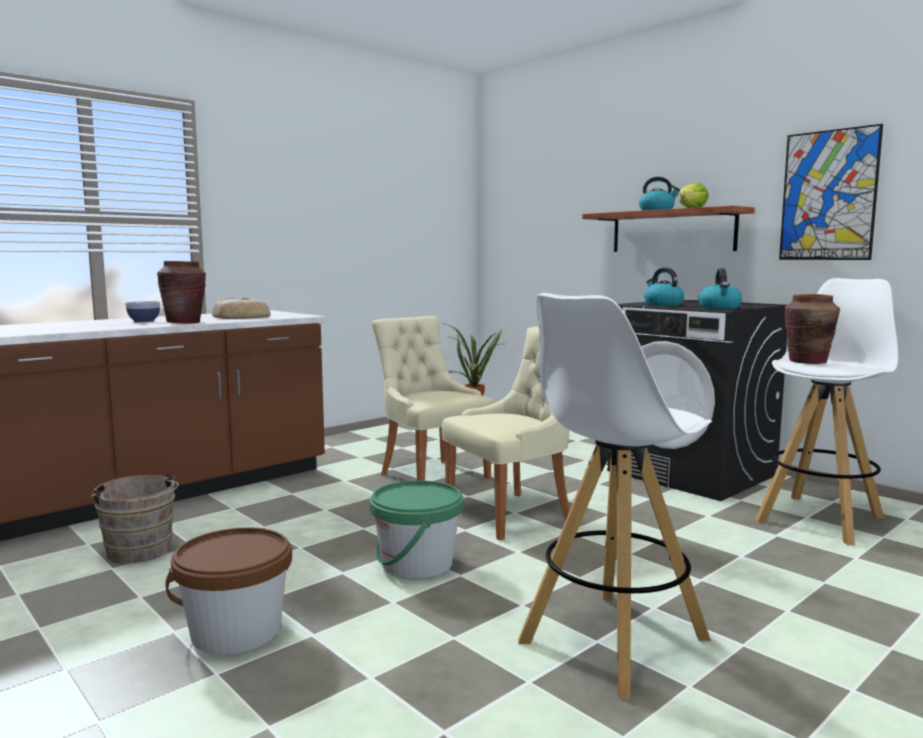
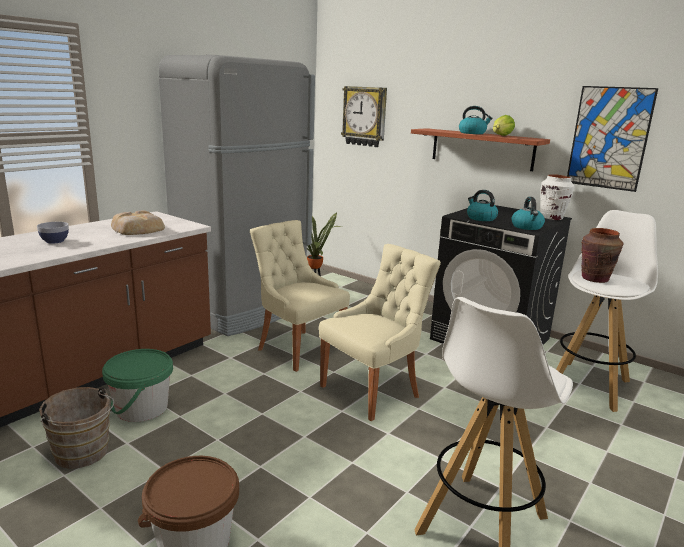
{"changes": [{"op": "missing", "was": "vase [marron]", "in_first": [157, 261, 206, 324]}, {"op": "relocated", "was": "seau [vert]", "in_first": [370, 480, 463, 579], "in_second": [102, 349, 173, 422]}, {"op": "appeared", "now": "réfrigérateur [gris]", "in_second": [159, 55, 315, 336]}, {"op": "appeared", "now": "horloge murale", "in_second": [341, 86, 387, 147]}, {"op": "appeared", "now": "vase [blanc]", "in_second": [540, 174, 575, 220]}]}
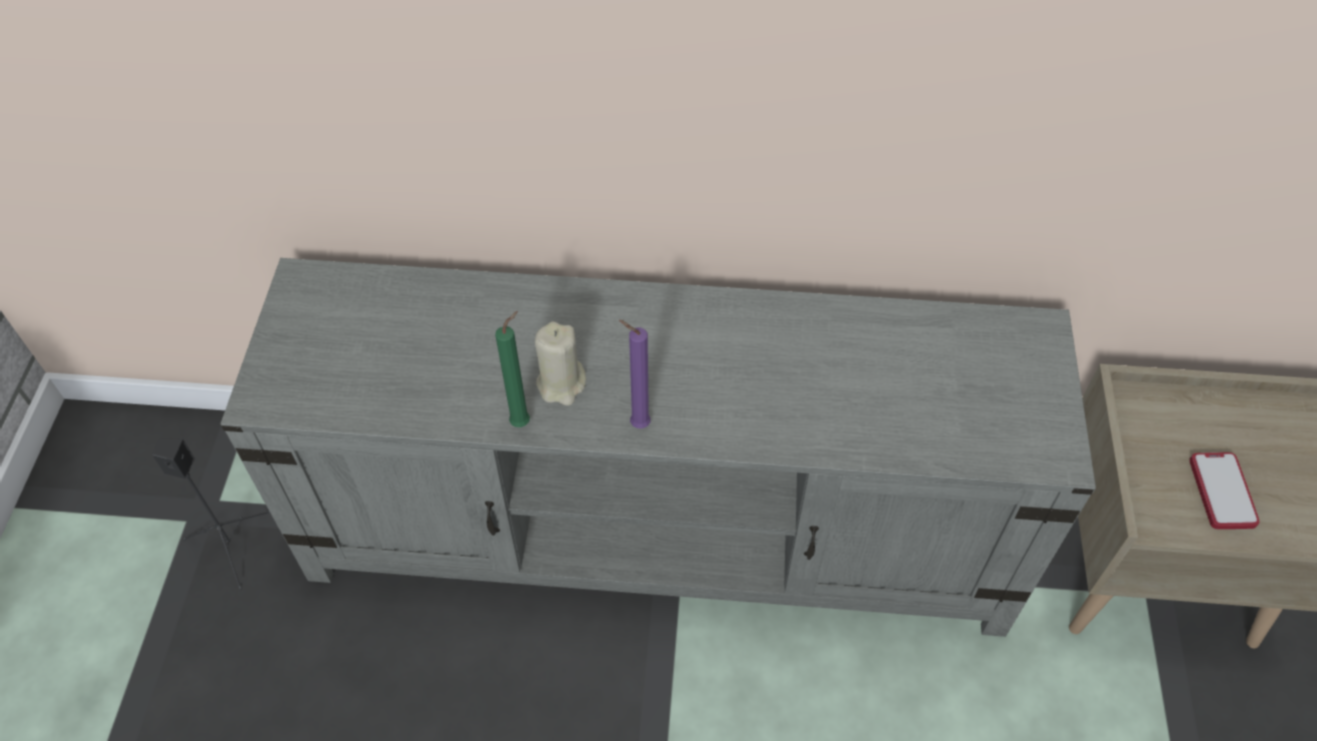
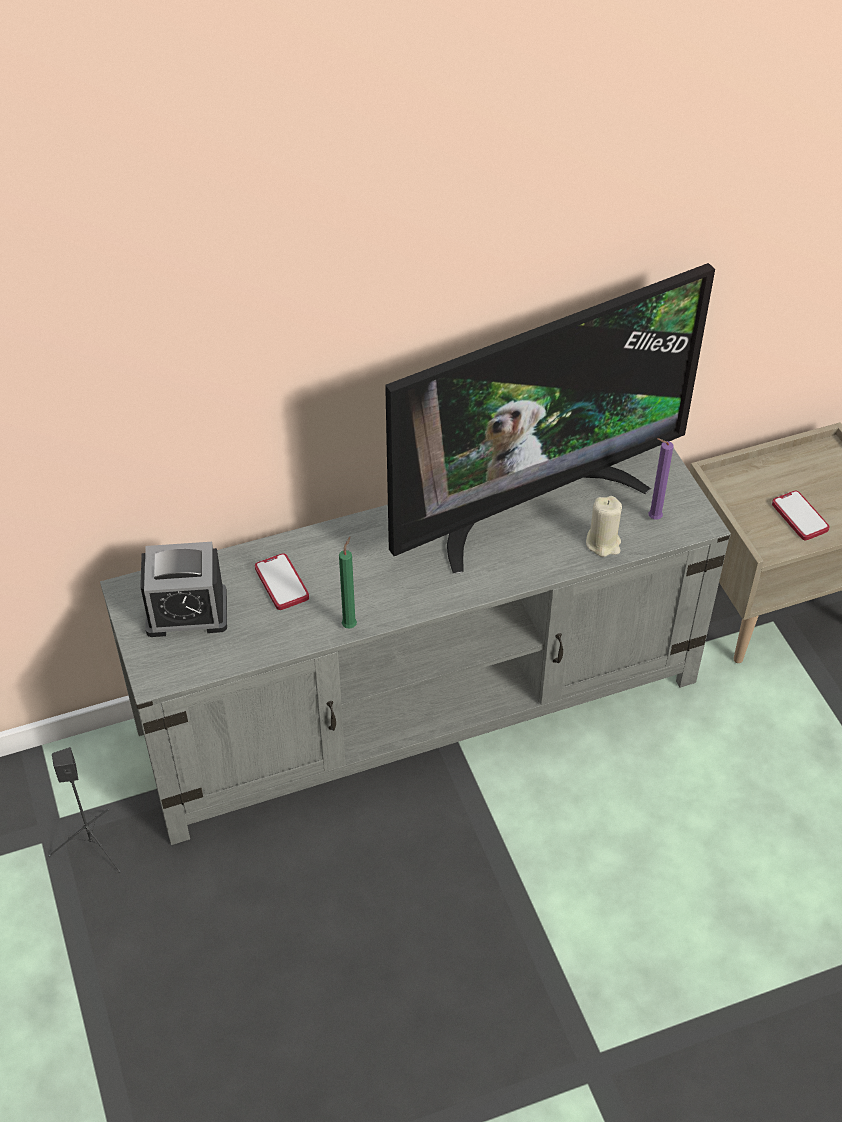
{"changes": [{"op": "relocated", "was": "bougie [violet]", "in_first": [619, 320, 651, 428], "in_second": [649, 438, 673, 520]}, {"op": "relocated", "was": "bougie [beige]", "in_first": [535, 322, 586, 406], "in_second": [586, 496, 622, 557]}, {"op": "appeared", "now": "téléviseur", "in_second": [385, 263, 715, 574]}, {"op": "appeared", "now": "réveil", "in_second": [140, 542, 227, 637]}, {"op": "appeared", "now": "téléphone", "in_second": [255, 553, 309, 610]}]}
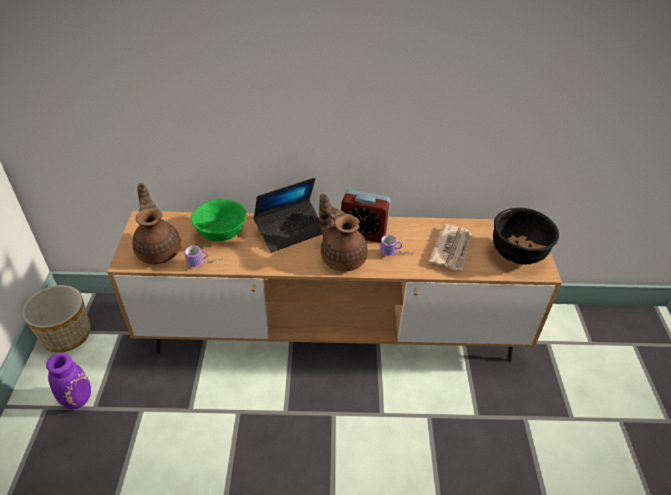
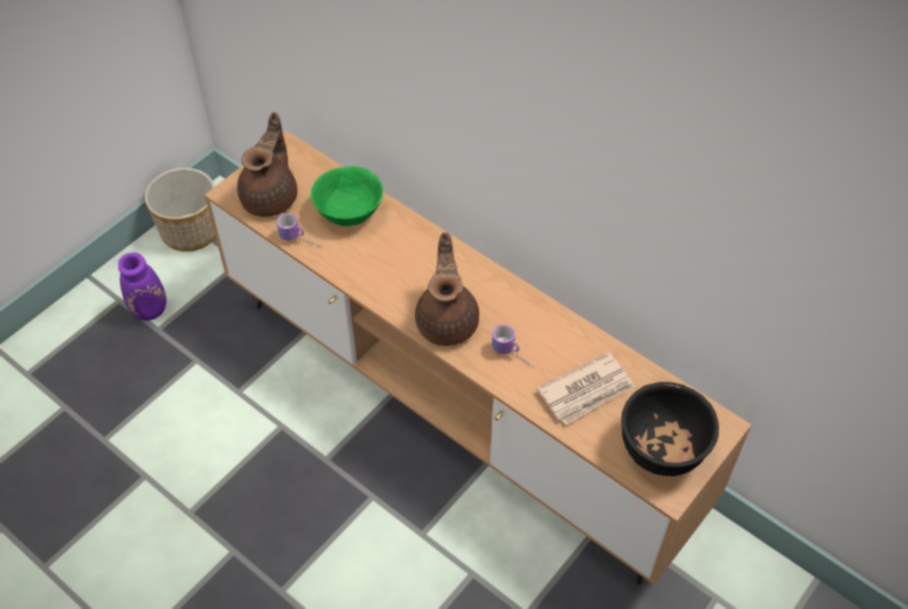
{"changes": [{"op": "missing", "was": "ordinateur portable", "in_first": [253, 178, 322, 253]}, {"op": "missing", "was": "réveil", "in_first": [341, 189, 391, 243]}]}
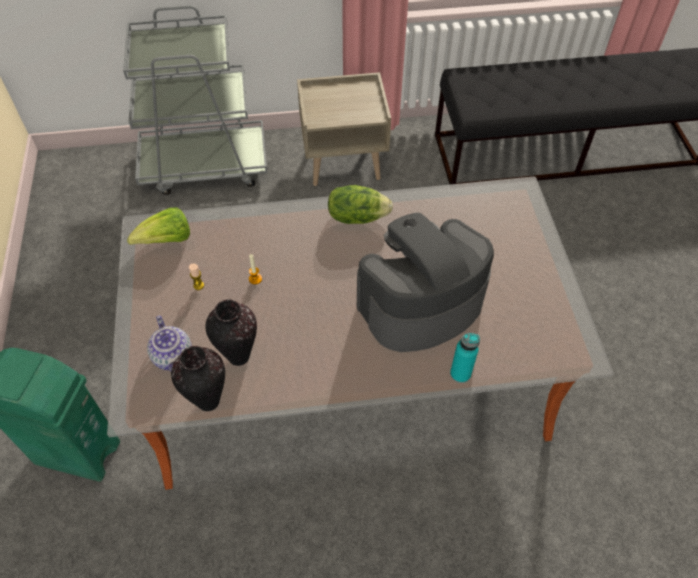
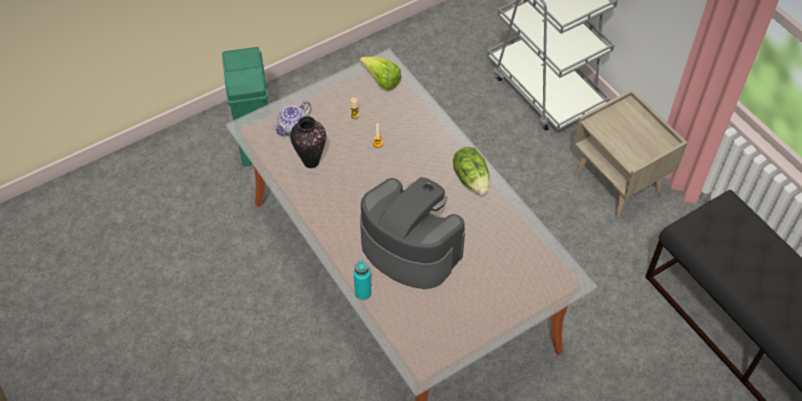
{"changes": [{"op": "missing", "was": "vase", "in_first": [171, 346, 225, 411]}]}
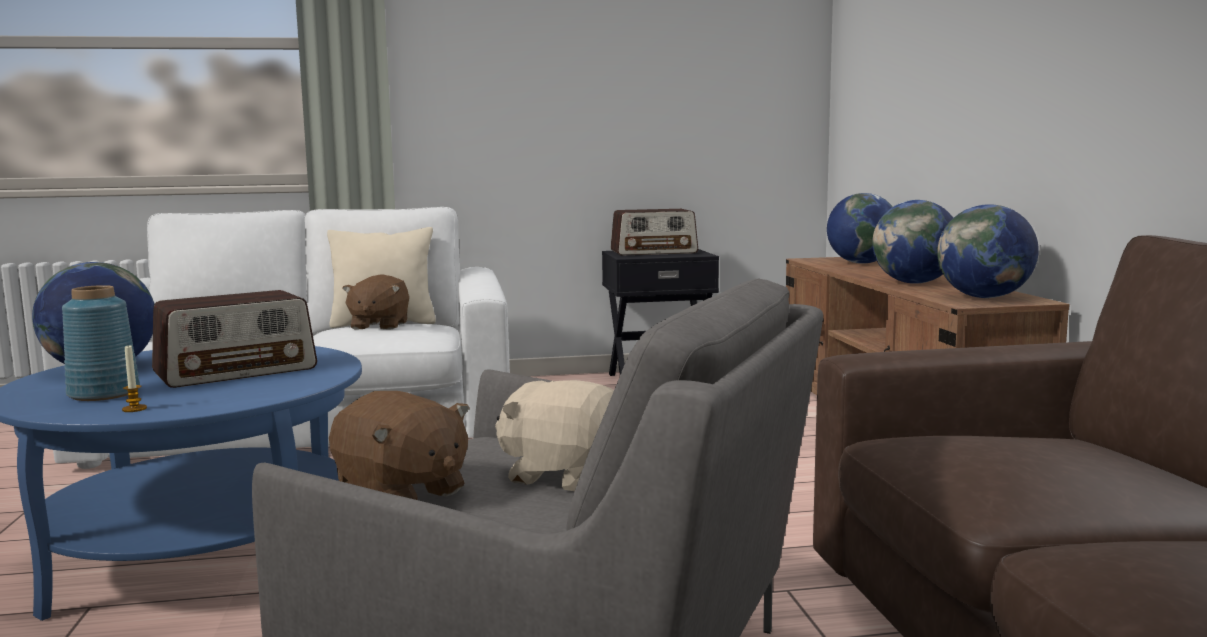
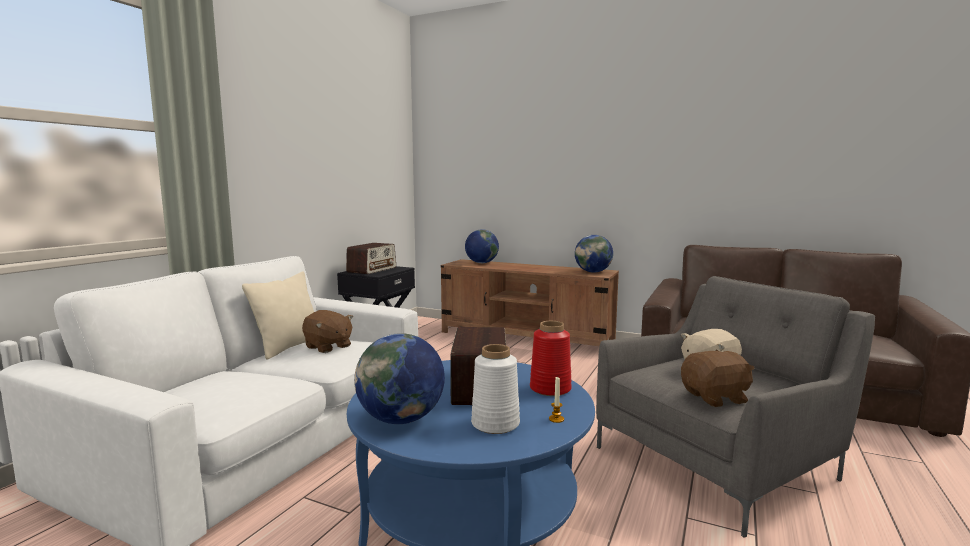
{"changes": [{"op": "missing", "was": "globe", "in_first": [872, 200, 953, 284]}, {"op": "colour", "was": "vase [bleu]", "now": "vase [blanc]", "in_first": [62, 285, 140, 401], "in_second": [471, 344, 520, 434]}, {"op": "appeared", "now": "vase [rouge]", "in_second": [530, 321, 572, 396]}]}
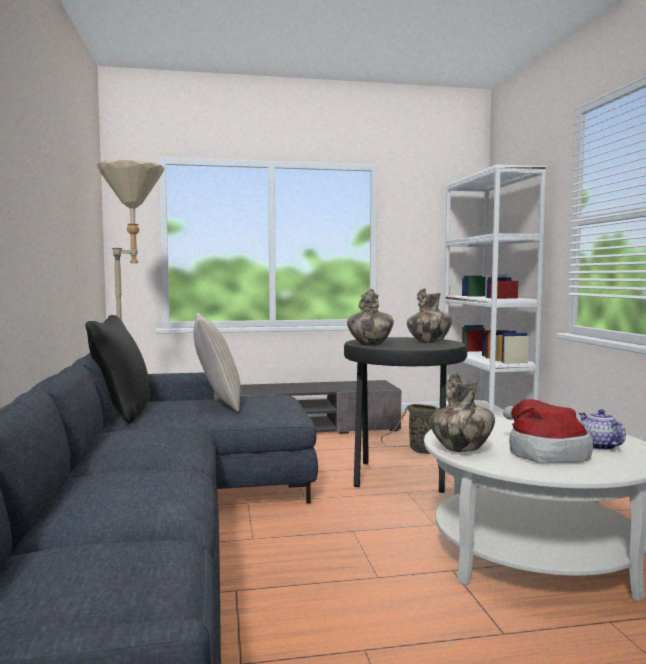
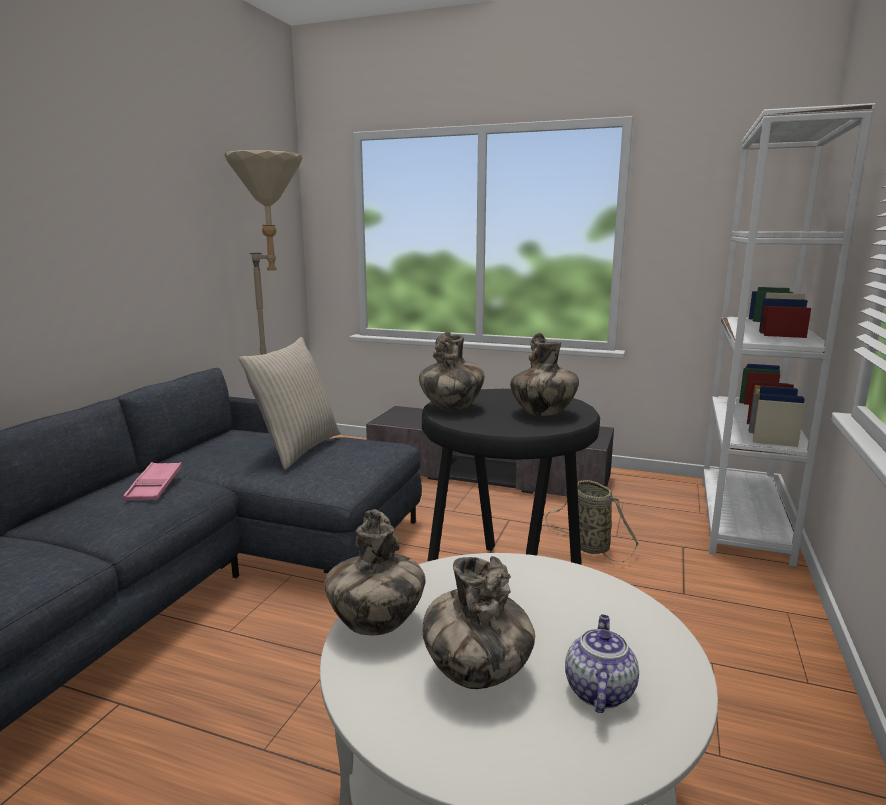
{"changes": [{"op": "missing", "was": "coussin [noir]", "in_first": [85, 315, 150, 424]}, {"op": "exchanged", "was": "chapeau", "now": "vase", "in_first": [503, 399, 593, 463], "in_second": [423, 556, 535, 689]}, {"op": "appeared", "now": "plateau [rose]", "in_second": [123, 462, 182, 501]}]}
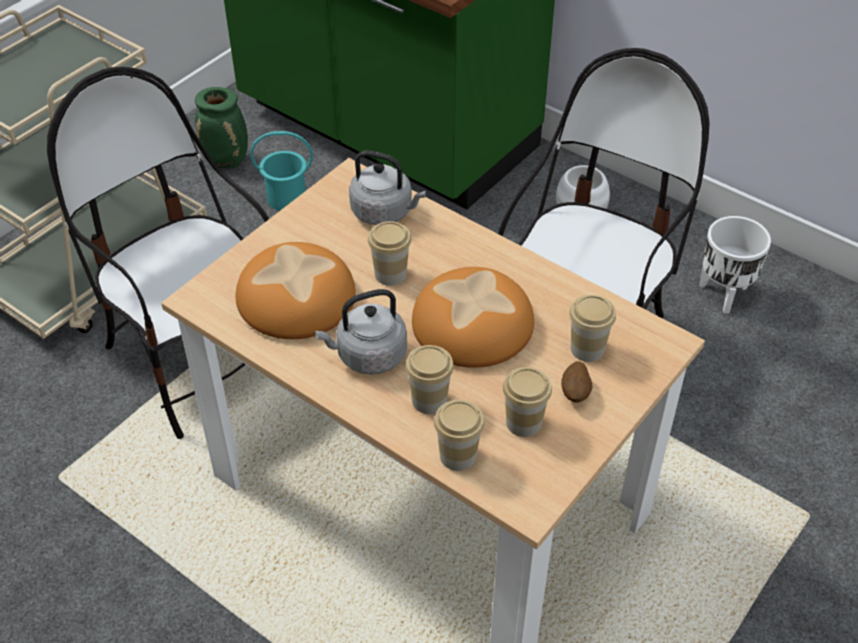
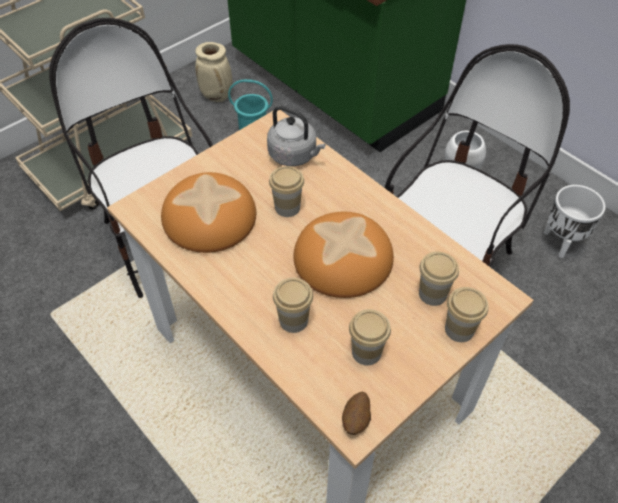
{"changes": [{"op": "colour", "was": "vase [vert]", "now": "vase [beige]", "in_first": [195, 87, 248, 169], "in_second": [195, 42, 232, 102]}, {"op": "missing", "was": "bouilloire [gris]", "in_first": [315, 289, 407, 374]}, {"op": "relocated", "was": "pomme de terre", "in_first": [561, 361, 592, 402], "in_second": [342, 392, 371, 435]}, {"op": "relocated", "was": "tasse", "in_first": [434, 400, 484, 471], "in_second": [445, 287, 488, 342]}]}
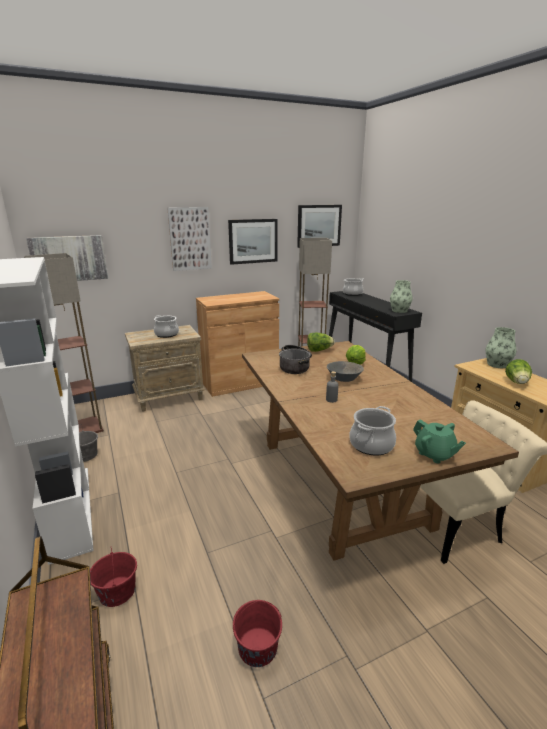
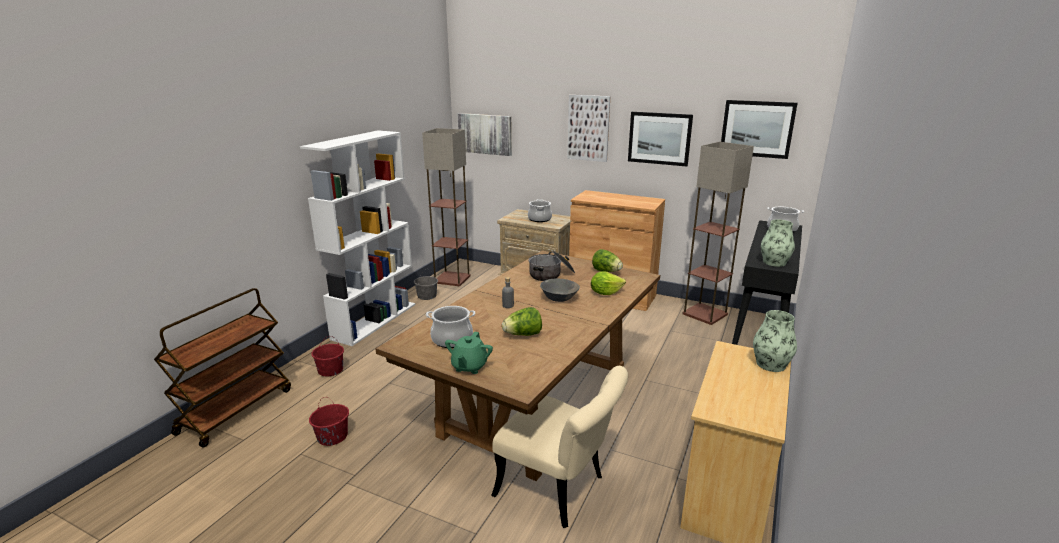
{"changes": [{"op": "relocated", "was": "laitue", "in_first": [505, 359, 532, 384], "in_second": [502, 307, 542, 336]}]}
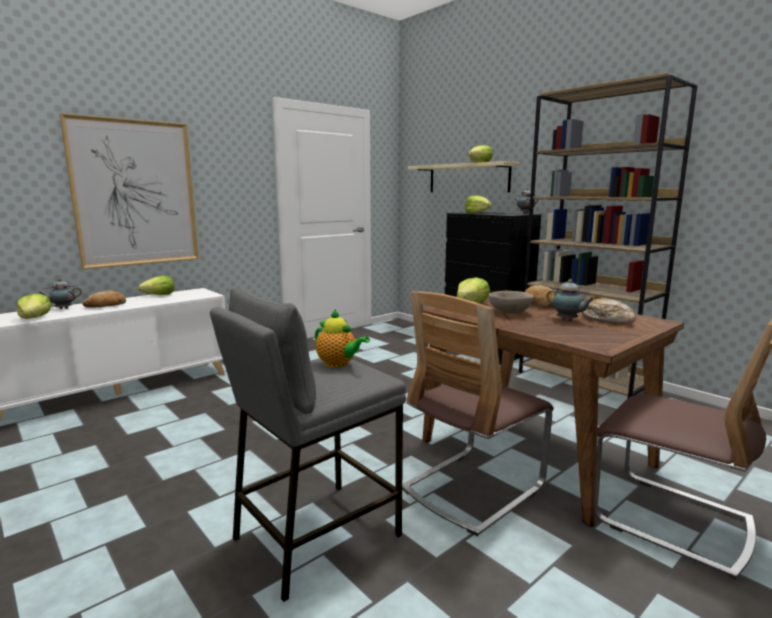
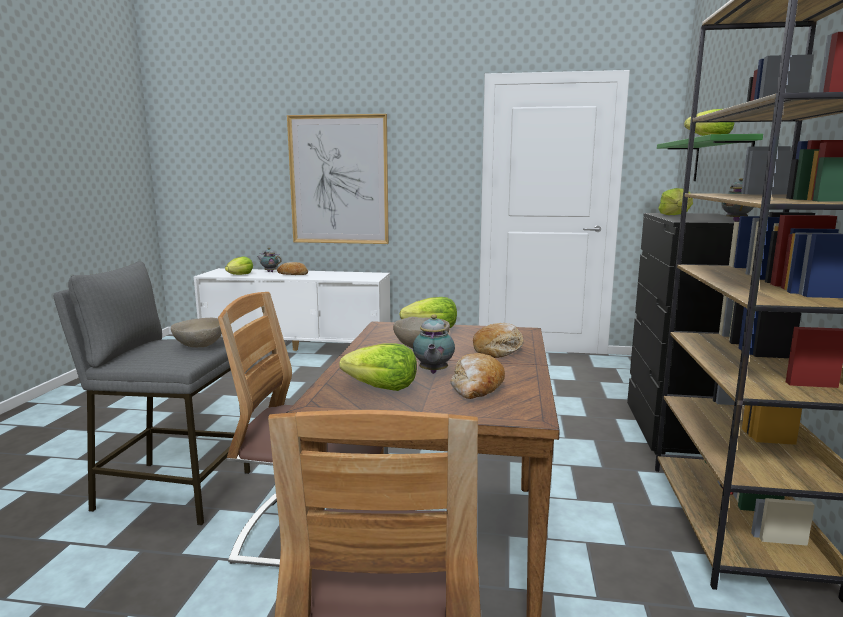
{"changes": [{"op": "colour", "was": "étagère [beige]", "now": "étagère [vert]", "in_first": [408, 161, 521, 192], "in_second": [657, 134, 763, 181]}, {"op": "relocated", "was": "laitue", "in_first": [138, 276, 174, 295], "in_second": [340, 344, 417, 391]}, {"op": "exchanged", "was": "théière", "now": "bol [beige]", "in_first": [315, 309, 370, 368], "in_second": [171, 318, 222, 347]}]}
